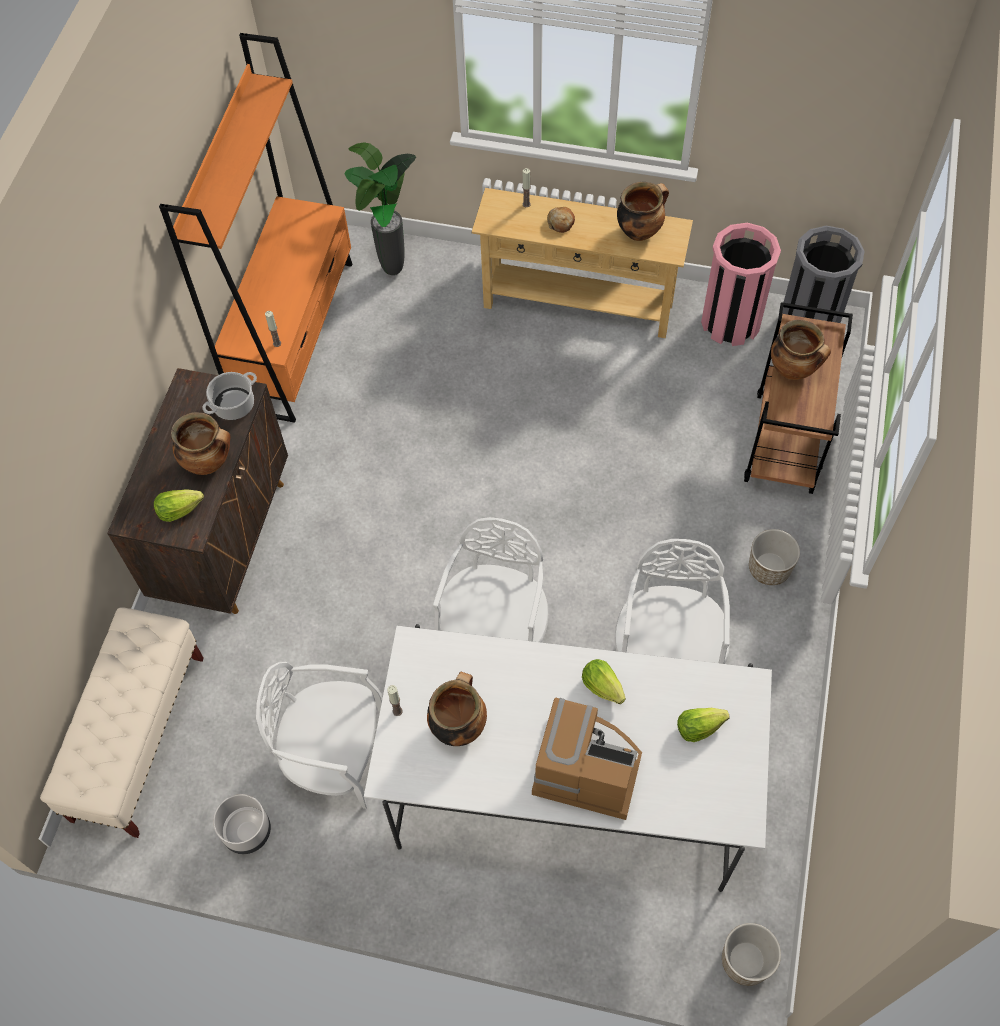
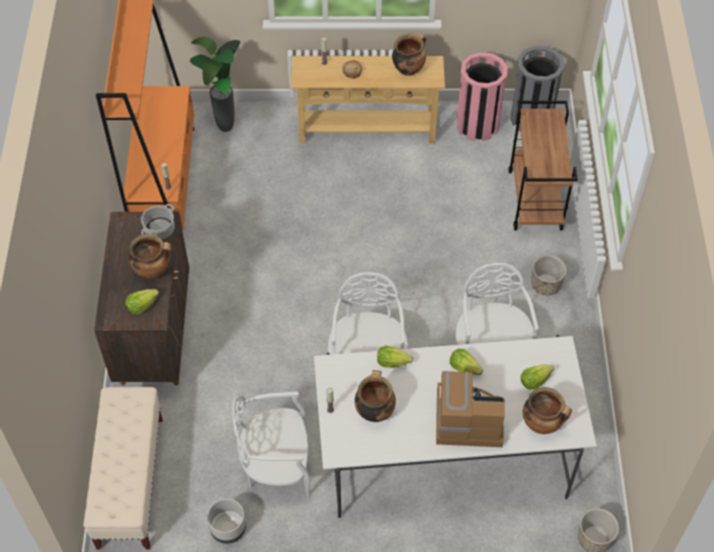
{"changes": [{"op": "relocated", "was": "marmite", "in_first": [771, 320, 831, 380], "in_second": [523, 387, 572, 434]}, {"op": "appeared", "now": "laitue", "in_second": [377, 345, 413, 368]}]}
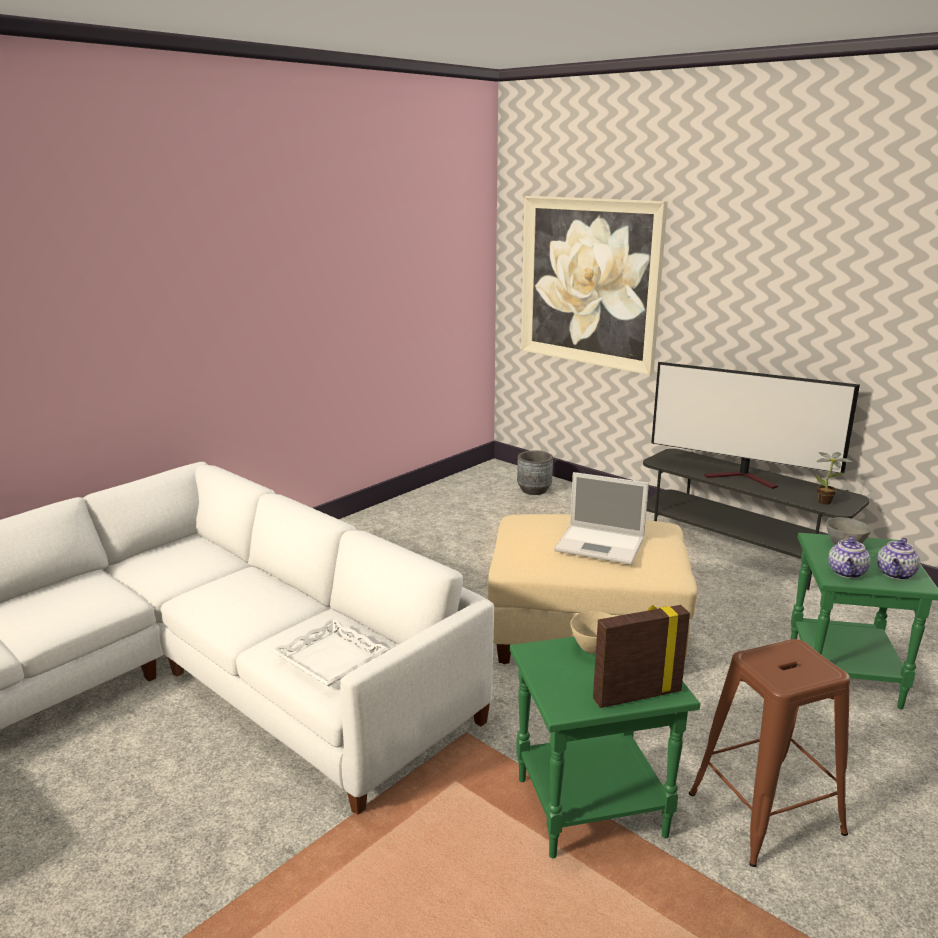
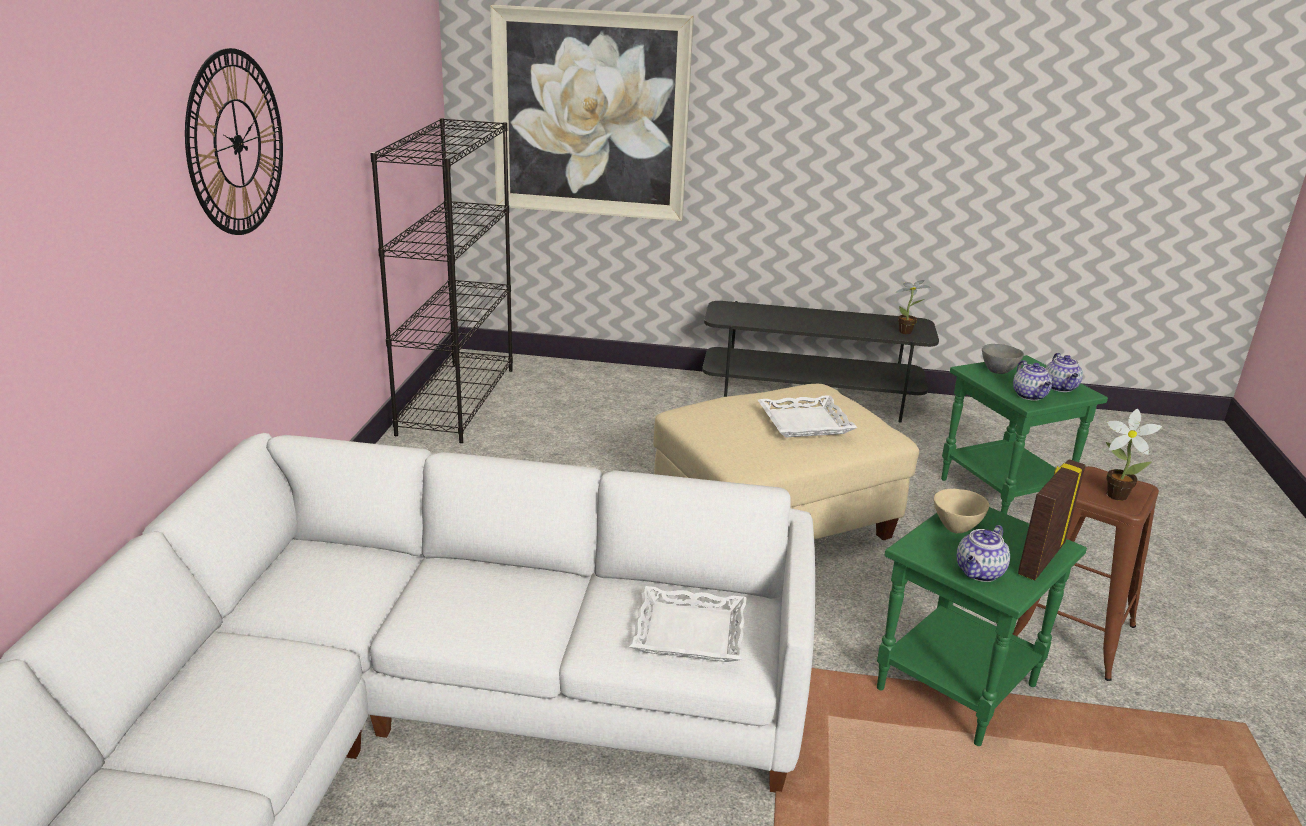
{"changes": [{"op": "missing", "was": "téléviseur", "in_first": [651, 362, 860, 489]}, {"op": "missing", "was": "cache-pot [gris]", "in_first": [517, 451, 553, 495]}, {"op": "exchanged", "was": "ordinateur portable", "now": "plateau [blanc]", "in_first": [554, 472, 649, 565], "in_second": [758, 395, 858, 438]}, {"op": "appeared", "now": "horloge murale", "in_second": [185, 48, 283, 235]}, {"op": "appeared", "now": "bibliothèque [noir]", "in_second": [370, 118, 513, 443]}, {"op": "appeared", "now": "plante en pot", "in_second": [1106, 409, 1162, 501]}, {"op": "appeared", "now": "théière", "in_second": [957, 525, 1010, 582]}]}
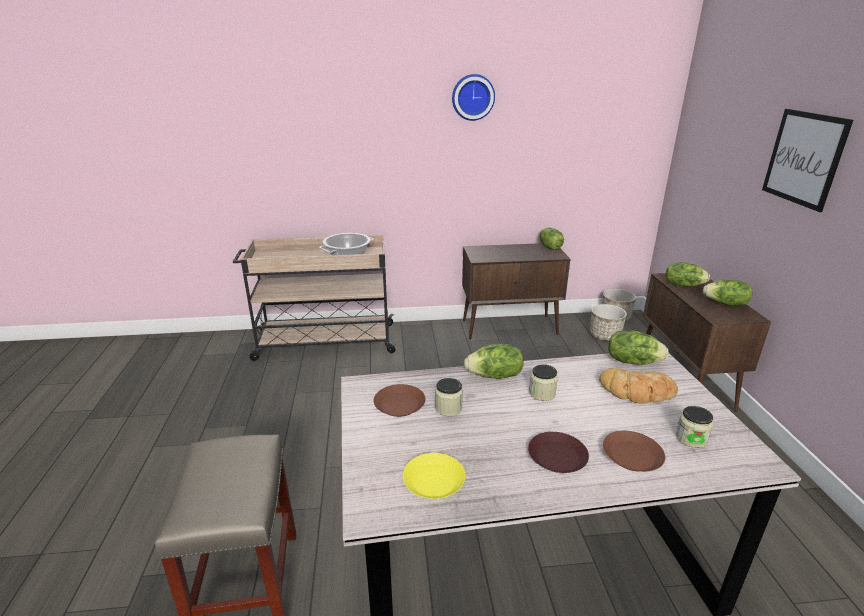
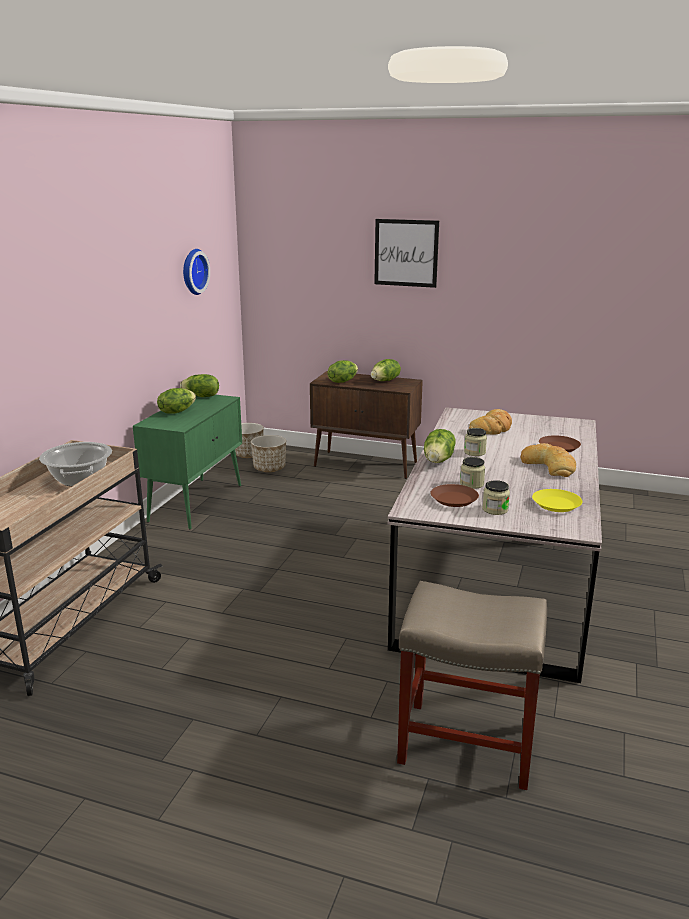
{"changes": [{"op": "relocated", "was": "horloge murale", "in_first": [452, 74, 495, 121], "in_second": [183, 249, 210, 295]}, {"op": "colour", "was": "meuble de rangement [marron]", "now": "meuble de rangement [vert]", "in_first": [462, 243, 570, 340], "in_second": [133, 395, 242, 530]}, {"op": "relocated", "was": "laitue", "in_first": [608, 330, 669, 365], "in_second": [157, 388, 196, 414]}, {"op": "relocated", "was": "bocal", "in_first": [676, 406, 713, 448], "in_second": [482, 480, 510, 515]}, {"op": "exchanged", "was": "assiette [marron]", "now": "pain", "in_first": [528, 432, 589, 473], "in_second": [520, 443, 576, 477]}]}
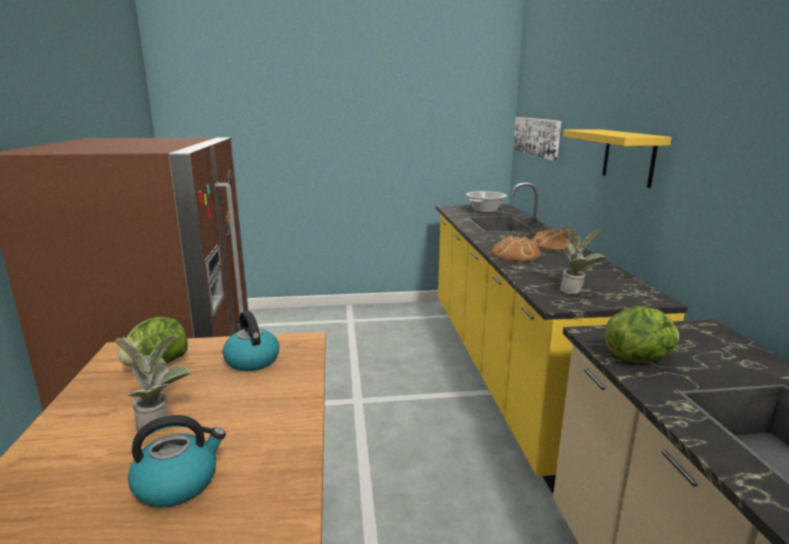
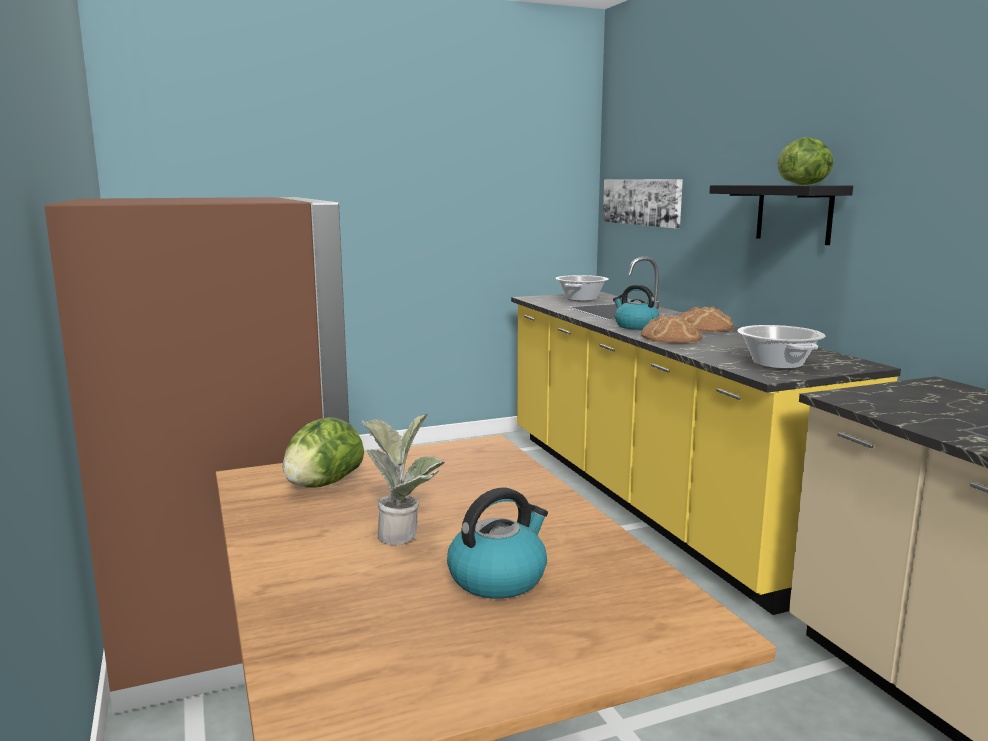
{"changes": [{"op": "colour", "was": "étagère [jaune]", "now": "étagère [noir]", "in_first": [563, 129, 672, 188], "in_second": [709, 185, 853, 245]}, {"op": "exchanged", "was": "plante en pot", "now": "marmite", "in_first": [560, 226, 606, 294], "in_second": [737, 325, 825, 369]}, {"op": "relocated", "was": "laitue", "in_first": [605, 306, 679, 362], "in_second": [777, 137, 833, 185]}, {"op": "relocated", "was": "bouilloire", "in_first": [223, 311, 280, 371], "in_second": [613, 285, 660, 330]}]}
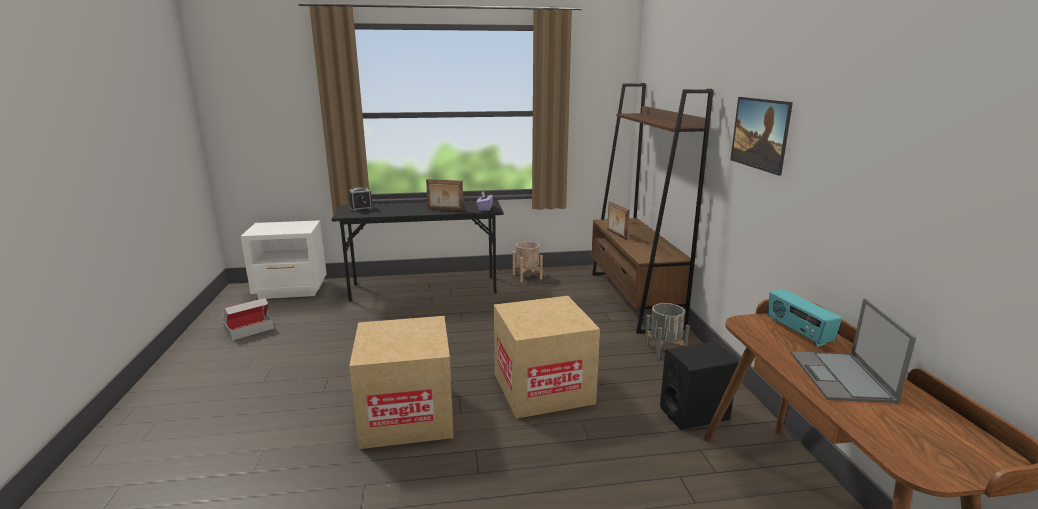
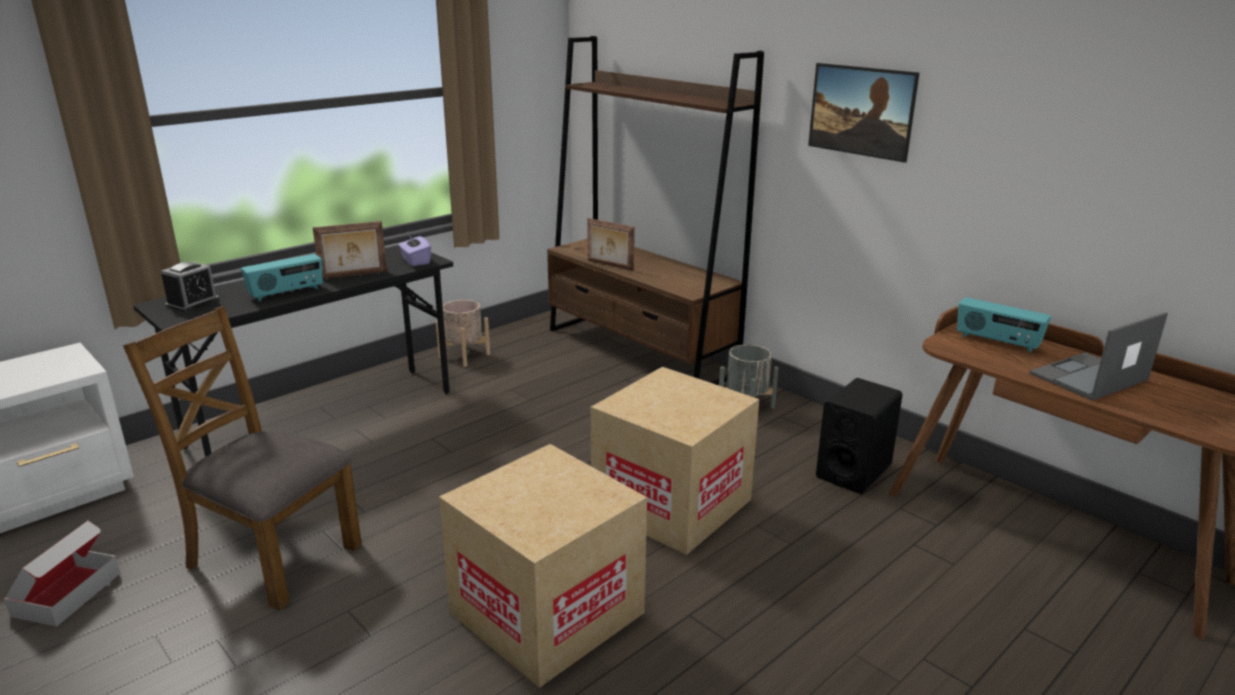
{"changes": [{"op": "spun", "was": "ordinateur portable", "in_first": [791, 298, 916, 403], "in_second": [1029, 312, 1168, 401], "clockwise": 90}, {"op": "appeared", "now": "radio", "in_second": [241, 254, 323, 301]}, {"op": "appeared", "now": "chaise [marron]", "in_second": [123, 306, 362, 611]}]}
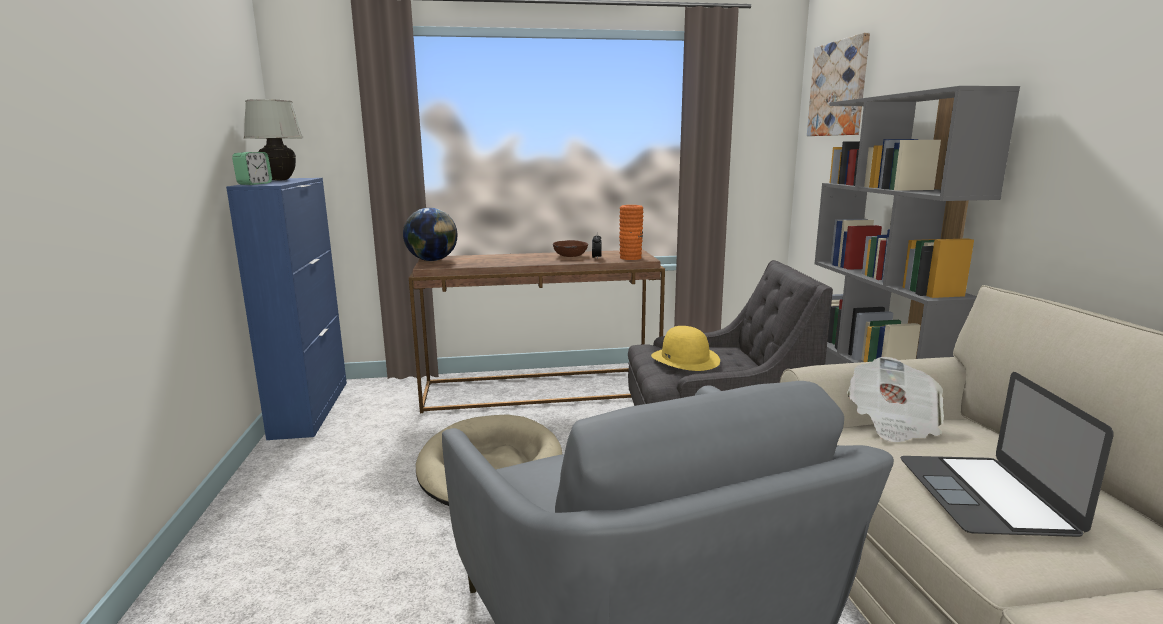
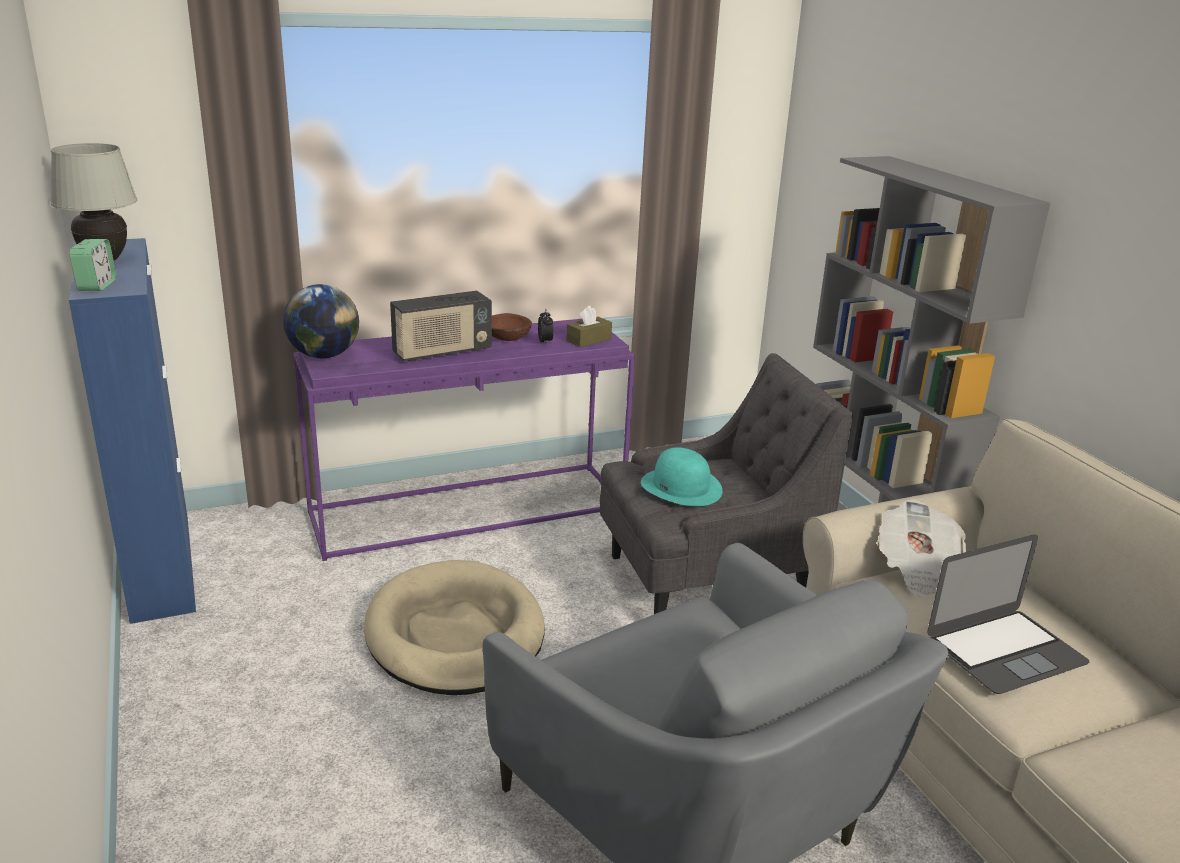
{"changes": [{"op": "missing", "was": "tableau", "in_first": [807, 33, 870, 136]}, {"op": "exchanged", "was": "vase [orange]", "now": "boîte à mouchoirs [marron]", "in_first": [619, 205, 643, 260], "in_second": [566, 306, 612, 347]}, {"op": "colour", "was": "table console [marron]", "now": "table console [violet]", "in_first": [409, 250, 665, 413], "in_second": [293, 319, 635, 561]}, {"op": "colour", "was": "chapeau [jaune]", "now": "chapeau [turquoise]", "in_first": [651, 326, 720, 371], "in_second": [641, 447, 723, 506]}, {"op": "spun", "was": "ordinateur portable", "in_first": [900, 372, 1114, 537], "in_second": [927, 535, 1089, 694], "clockwise": -105}, {"op": "appeared", "now": "radio", "in_second": [390, 291, 492, 361]}]}
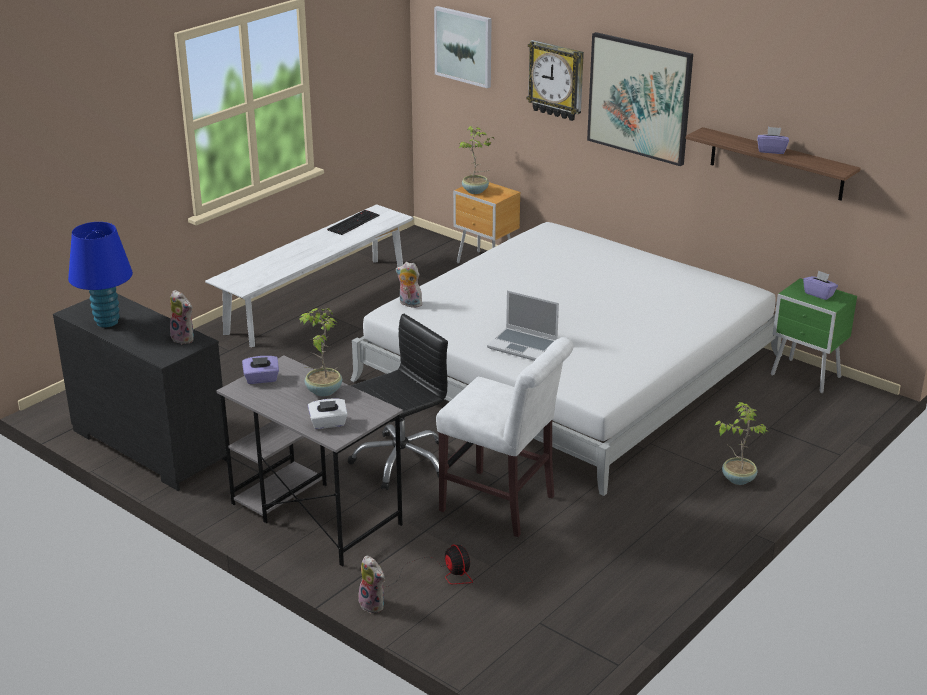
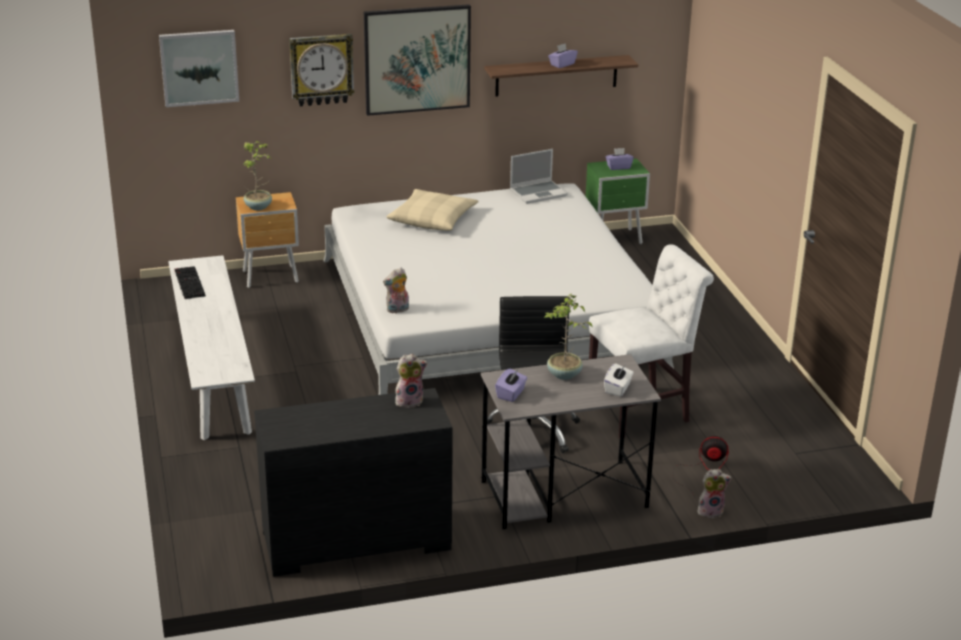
{"changes": [{"op": "missing", "was": "lampe de table [bleu]", "in_first": [68, 222, 133, 328]}, {"op": "relocated", "was": "ordinateur portable", "in_first": [487, 290, 559, 361], "in_second": [510, 149, 568, 204]}, {"op": "missing", "was": "plante en pot", "in_first": [714, 402, 768, 485]}, {"op": "appeared", "now": "coussin [beige]", "in_second": [386, 189, 479, 231]}]}
